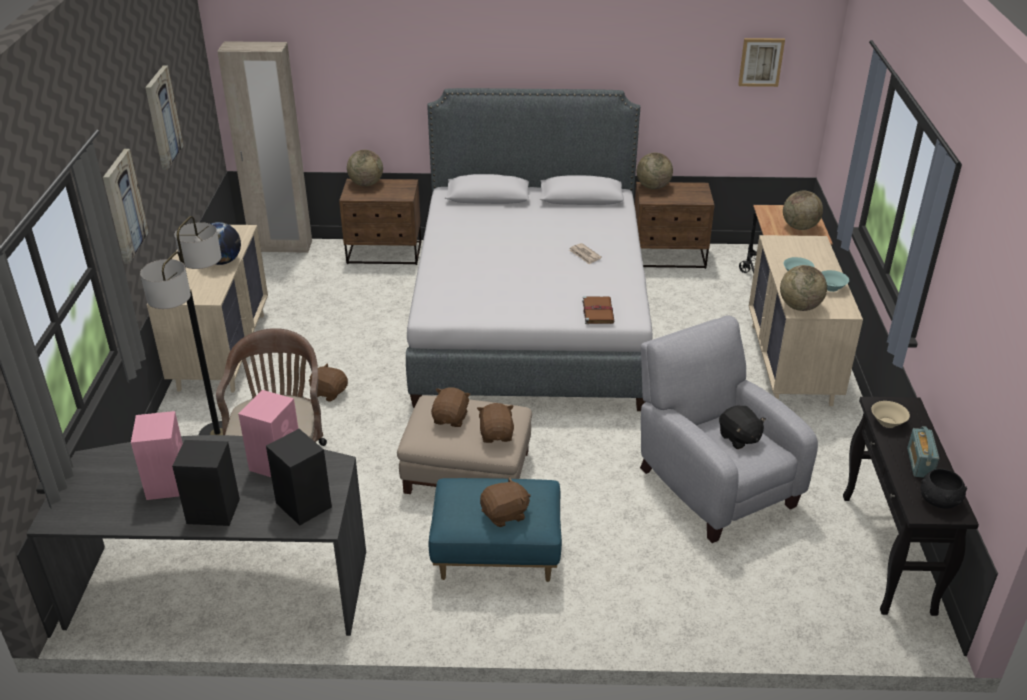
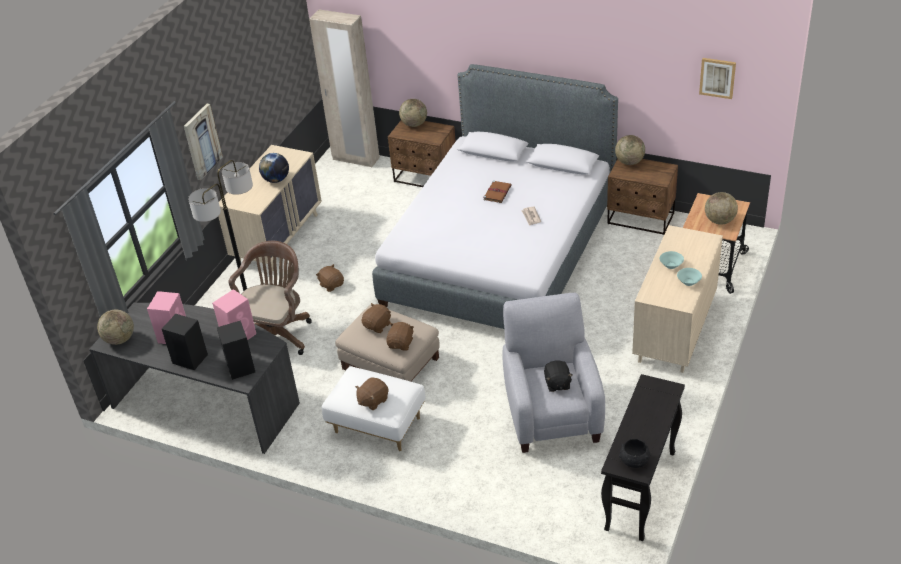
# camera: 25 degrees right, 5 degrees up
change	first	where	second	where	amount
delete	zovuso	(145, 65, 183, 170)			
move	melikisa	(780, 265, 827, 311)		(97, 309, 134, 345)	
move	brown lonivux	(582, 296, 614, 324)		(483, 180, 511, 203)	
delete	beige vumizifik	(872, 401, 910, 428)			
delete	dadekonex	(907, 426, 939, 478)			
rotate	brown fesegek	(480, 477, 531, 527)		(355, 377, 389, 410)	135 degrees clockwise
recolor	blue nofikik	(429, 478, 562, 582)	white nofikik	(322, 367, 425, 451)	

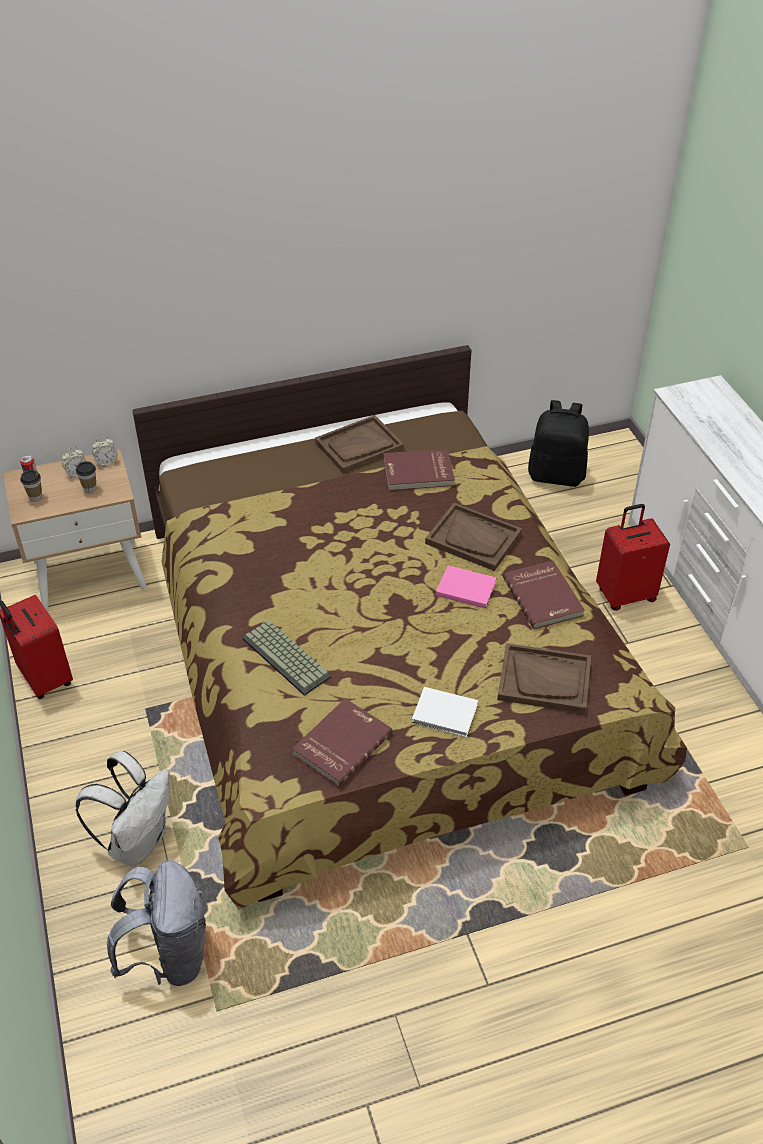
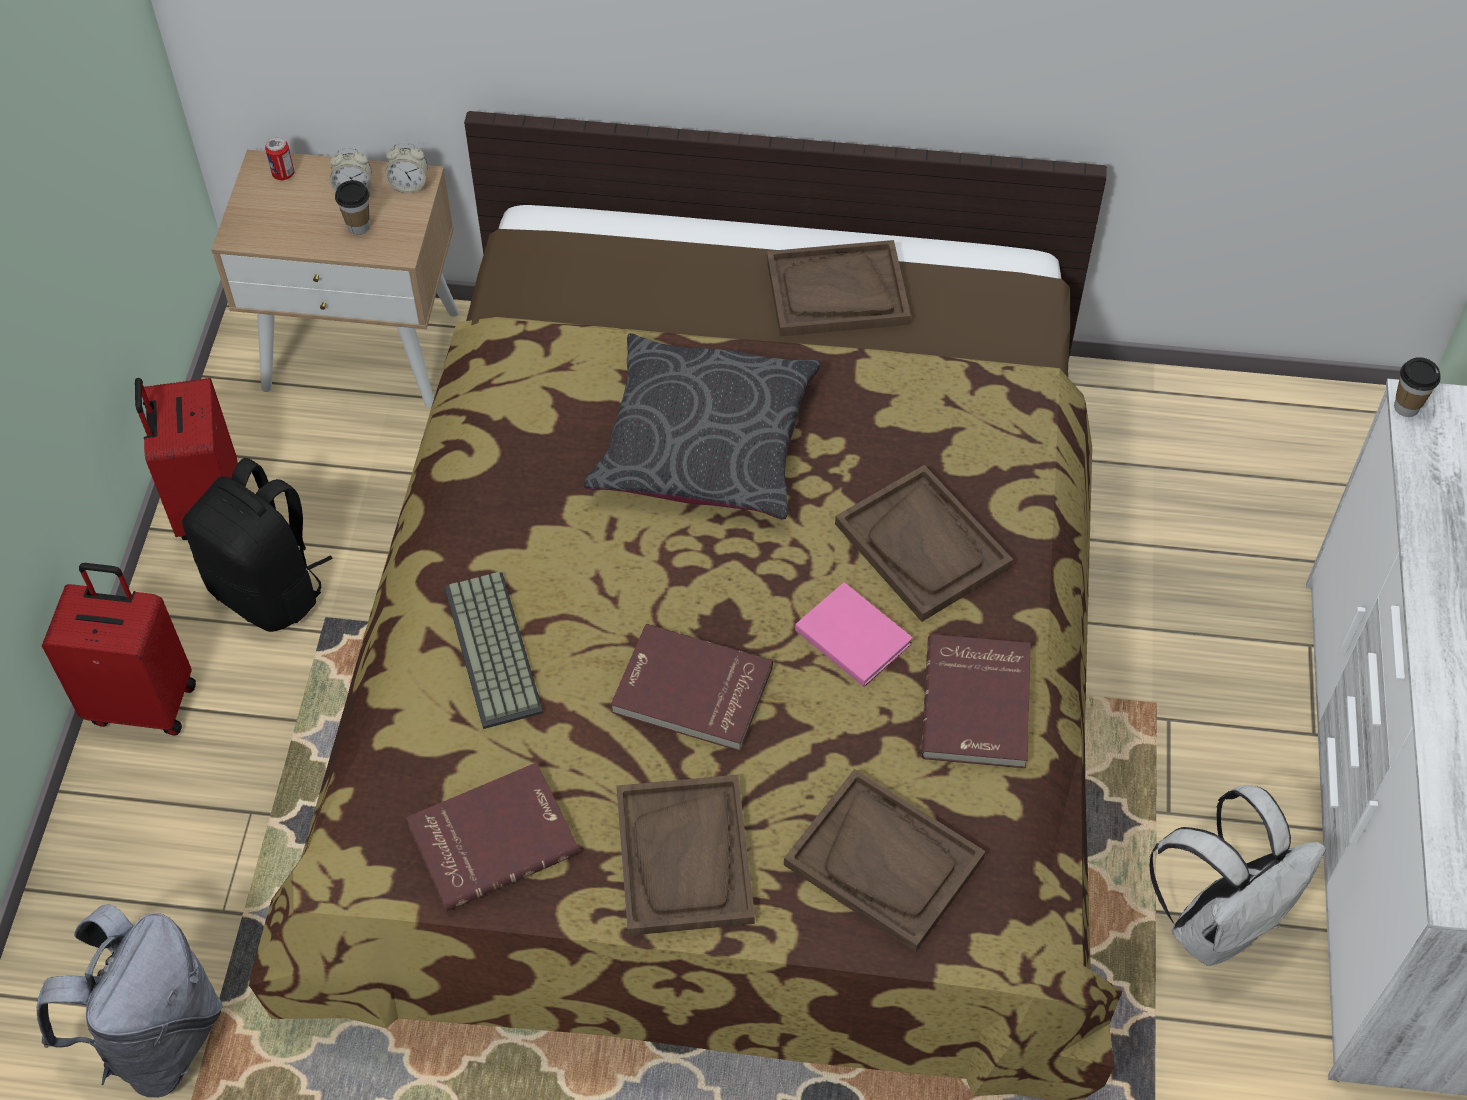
# camera: 25 degrees right, 10 degrees up
change	first	where	second	where	amount
move	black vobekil	(528, 400, 589, 487)		(182, 458, 333, 632)	
move	red lonivux	(383, 449, 455, 491)		(611, 624, 773, 751)	
move	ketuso	(20, 470, 42, 502)		(1394, 357, 1441, 417)	
move	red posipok	(596, 504, 670, 611)		(42, 563, 196, 736)	
replace	white lonivux	(412, 687, 478, 737)	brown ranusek	(616, 775, 755, 936)	
move	white vobekil	(75, 751, 170, 866)		(1150, 785, 1326, 966)	
insert			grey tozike	(584, 333, 821, 520)	

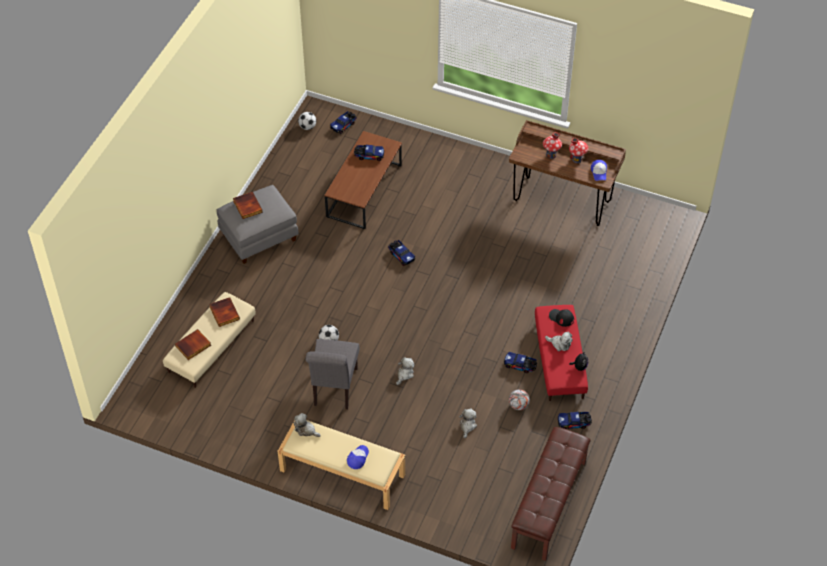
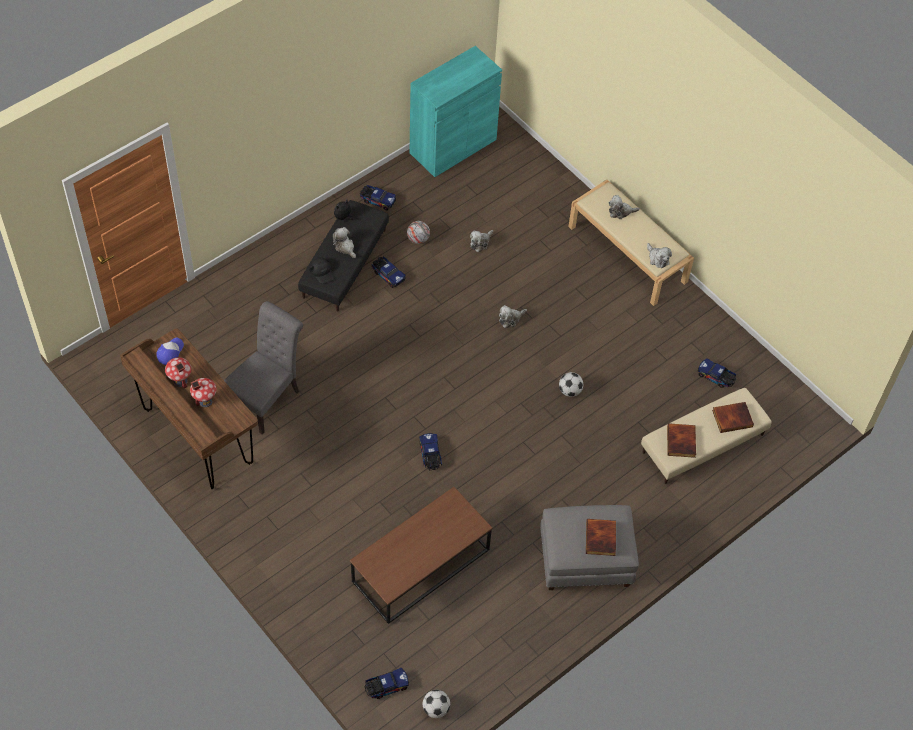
# camera: 155 degrees left, 5 degrees up
change	first	where	second	where	amount
move	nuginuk	(354, 145, 384, 161)		(698, 358, 736, 388)	
recolor	red nofikik	(535, 305, 588, 401)	black nofikik	(298, 200, 389, 311)	
move	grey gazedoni	(306, 339, 359, 409)		(224, 301, 303, 435)	
replace	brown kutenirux	(511, 427, 591, 561)	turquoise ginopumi	(410, 46, 502, 177)	
replace	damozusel	(347, 445, 369, 469)	fesegek	(609, 195, 640, 219)	

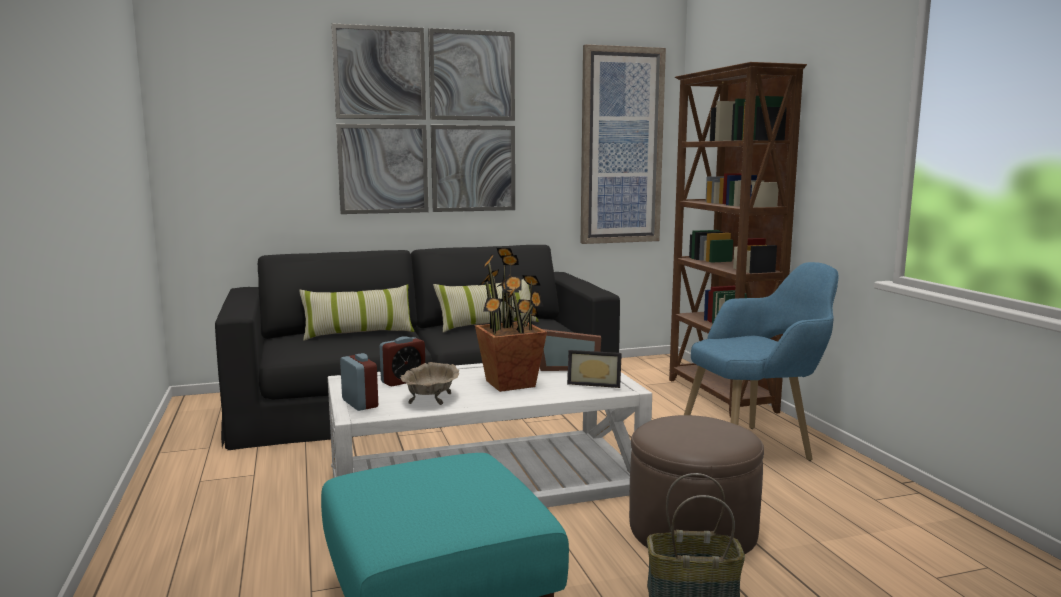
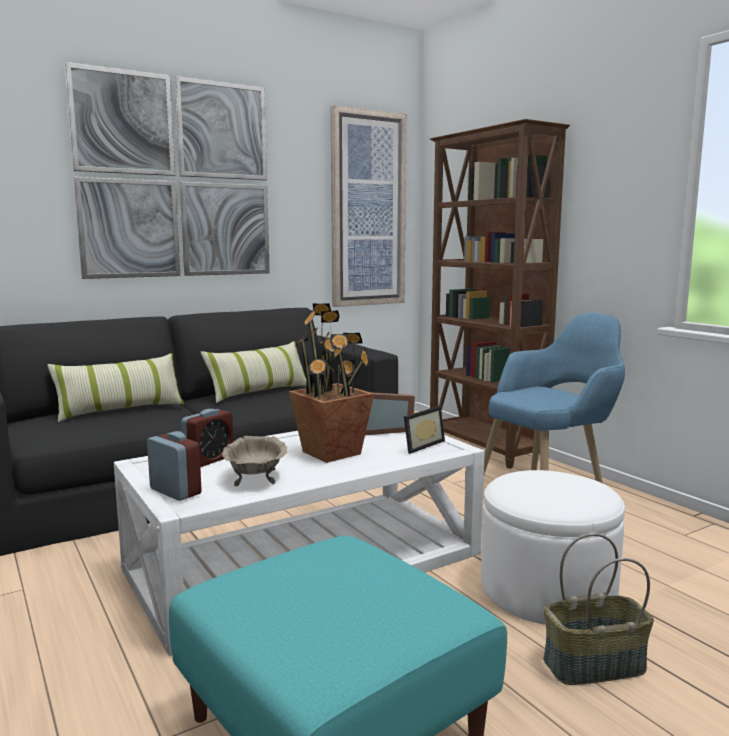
# camera: 15 degrees left, 0 degrees up
change	first	where	second	where	amount
rotate	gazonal	(567, 350, 622, 388)		(404, 406, 445, 454)	45 degrees counterclockwise
recolor	brown nofikik	(629, 415, 764, 554)	white nofikik	(481, 470, 625, 625)	

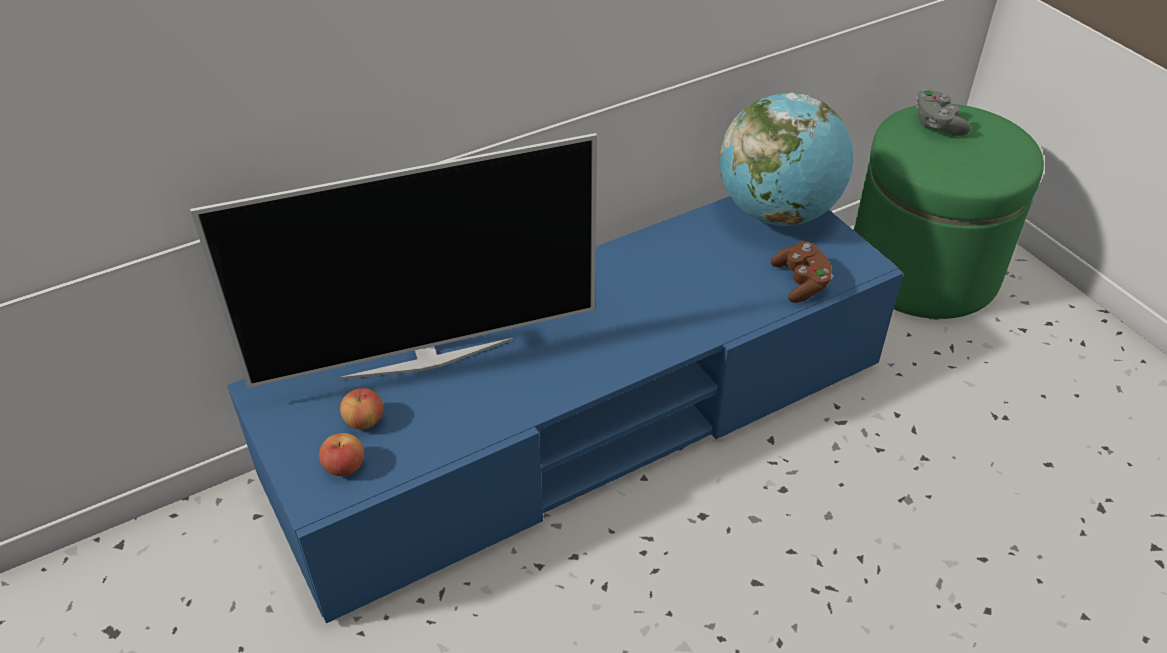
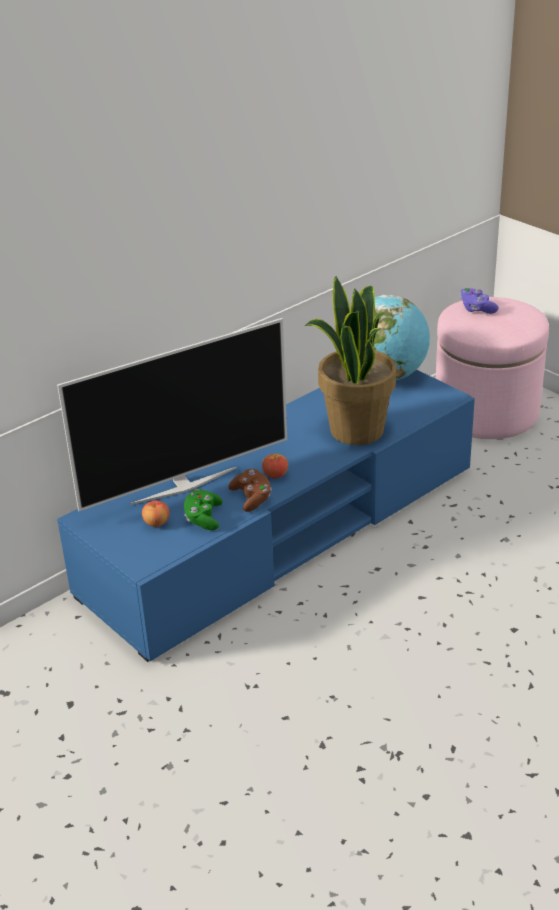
# camera: 10 degrees left, 10 degrees down
change	first	where	second	where	amount
recolor	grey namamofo	(916, 89, 971, 136)	purple namamofo	(460, 288, 499, 314)	
recolor	green nofikik	(854, 104, 1044, 319)	pink nofikik	(436, 297, 549, 439)	
move	brown namamofo	(771, 241, 833, 303)		(228, 469, 272, 512)	
move	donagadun	(319, 433, 364, 476)		(262, 454, 288, 478)	
insert			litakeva	(305, 276, 396, 445)	
insert			green namamofo	(184, 489, 223, 530)	

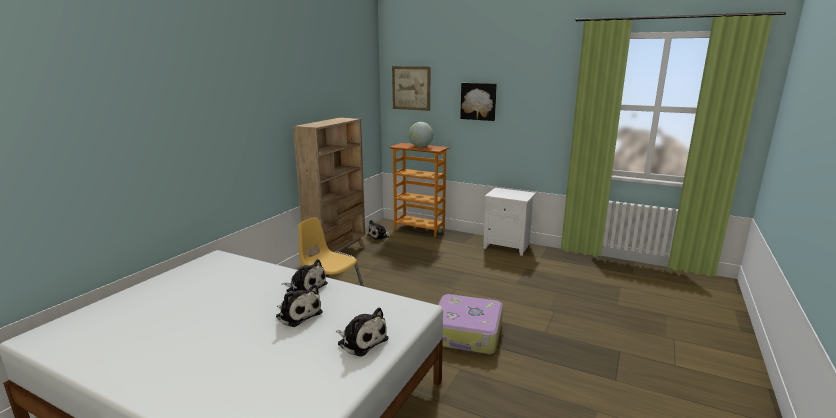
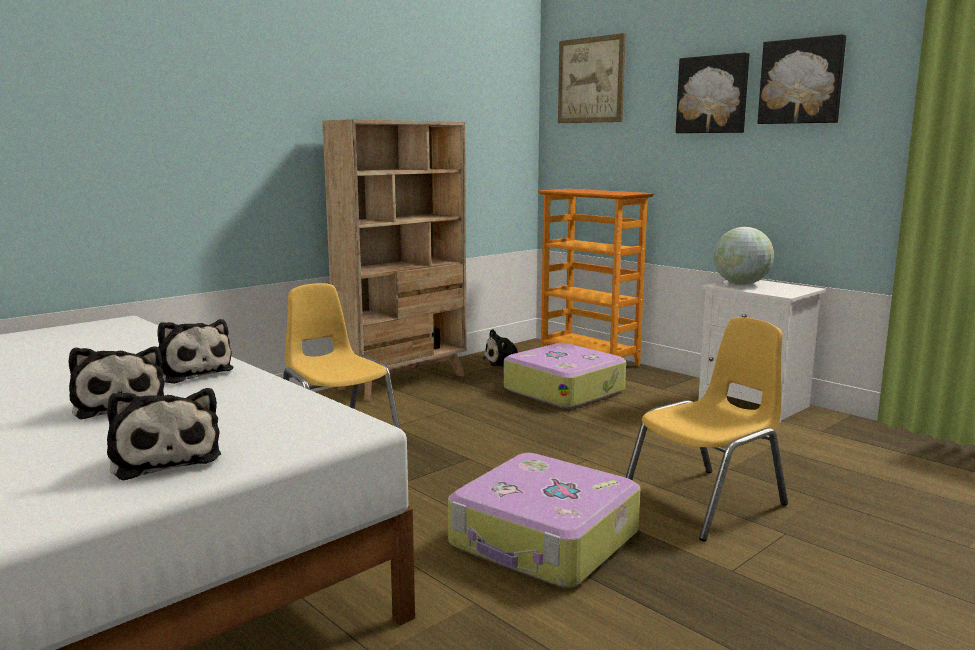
# camera: 20 degrees right, 5 degrees down
change	first	where	second	where	amount
move	melikisa	(408, 122, 433, 147)		(714, 227, 774, 285)	
insert			zovuso	(758, 34, 846, 124)	
insert			yellow gazedoni	(626, 317, 788, 541)	
insert			posipok	(504, 343, 626, 409)	

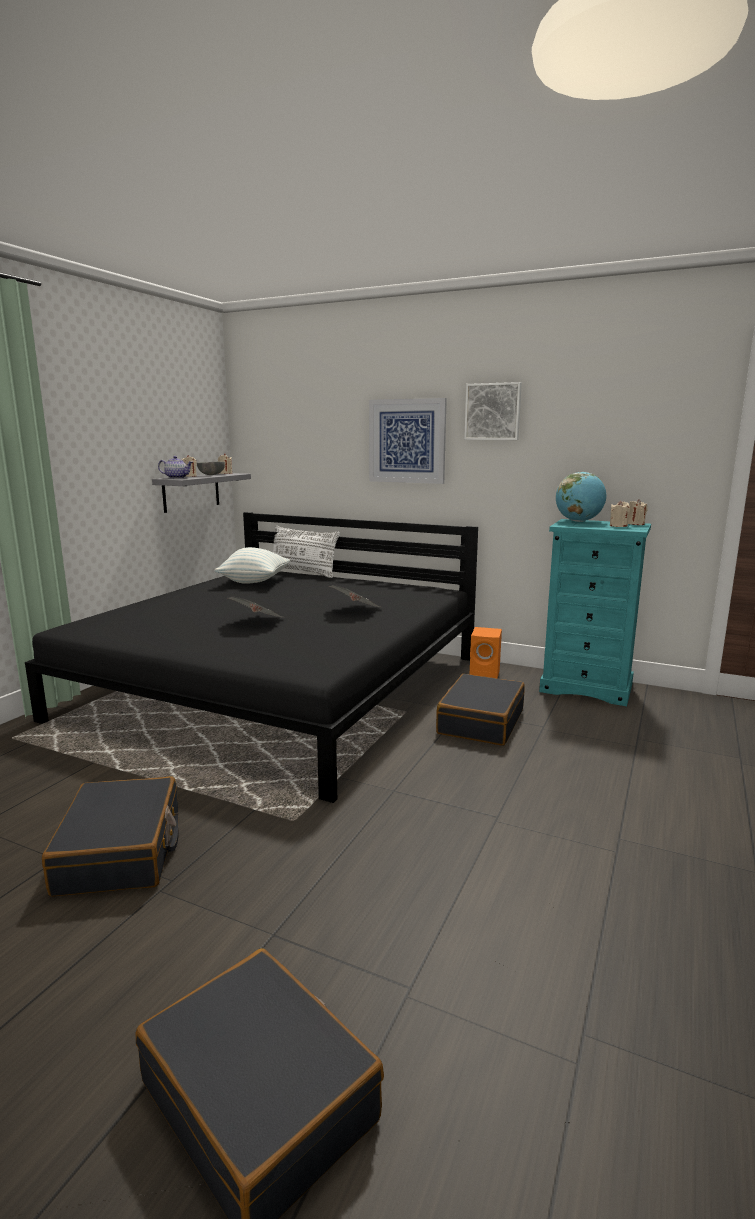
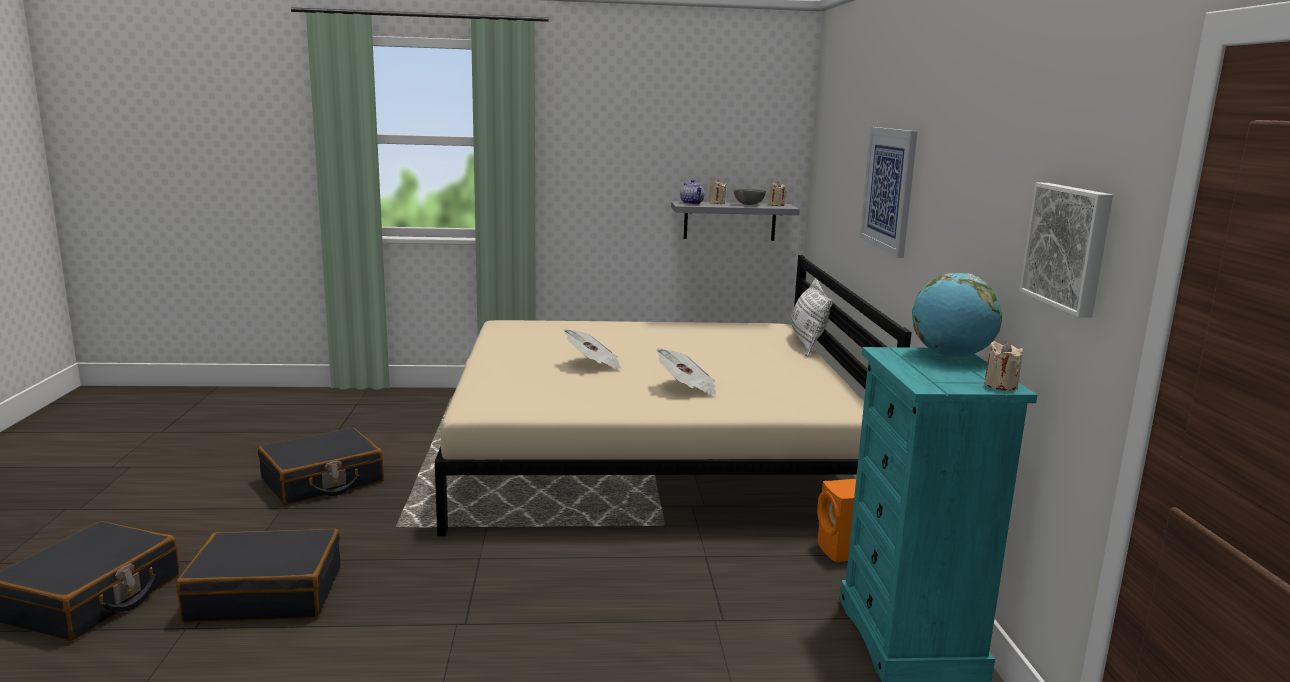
# camera: 60 degrees right, 0 degrees up
change	first	where	second	where	amount
move	zovuso	(464, 382, 522, 440)		(1019, 182, 1113, 318)	
delete	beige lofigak	(610, 500, 630, 527)			
recolor	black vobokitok	(25, 512, 478, 803)	beige vobokitok	(435, 255, 912, 536)	
delete	tozike	(215, 547, 290, 584)			
move	black posipok	(436, 674, 525, 746)		(176, 529, 341, 623)	

